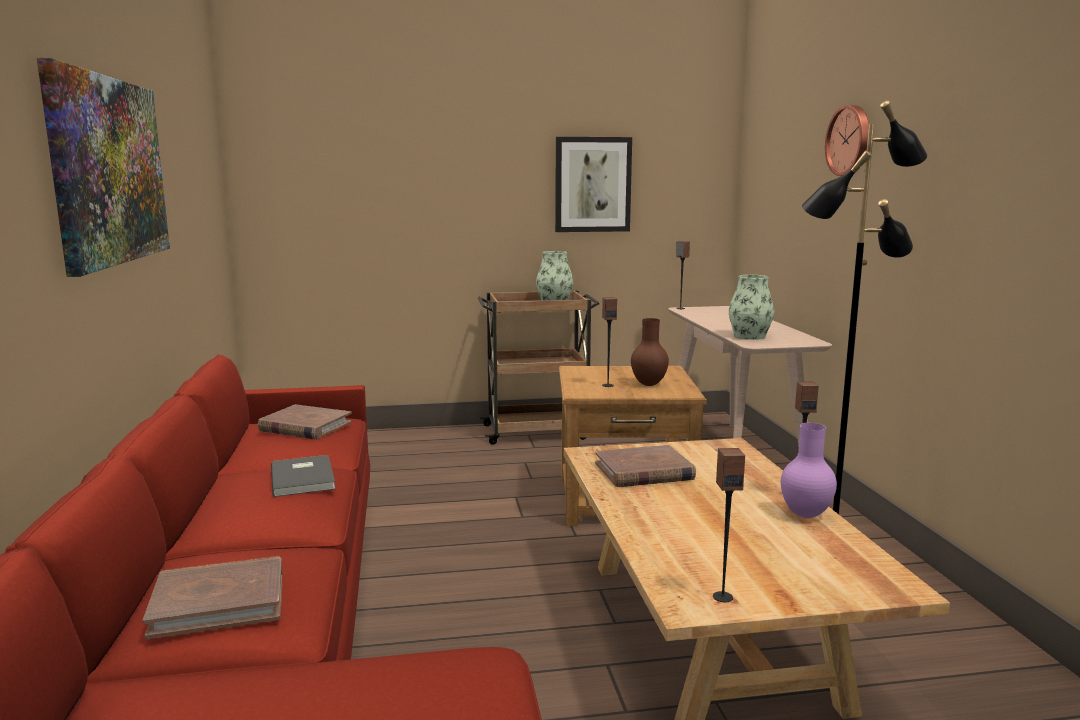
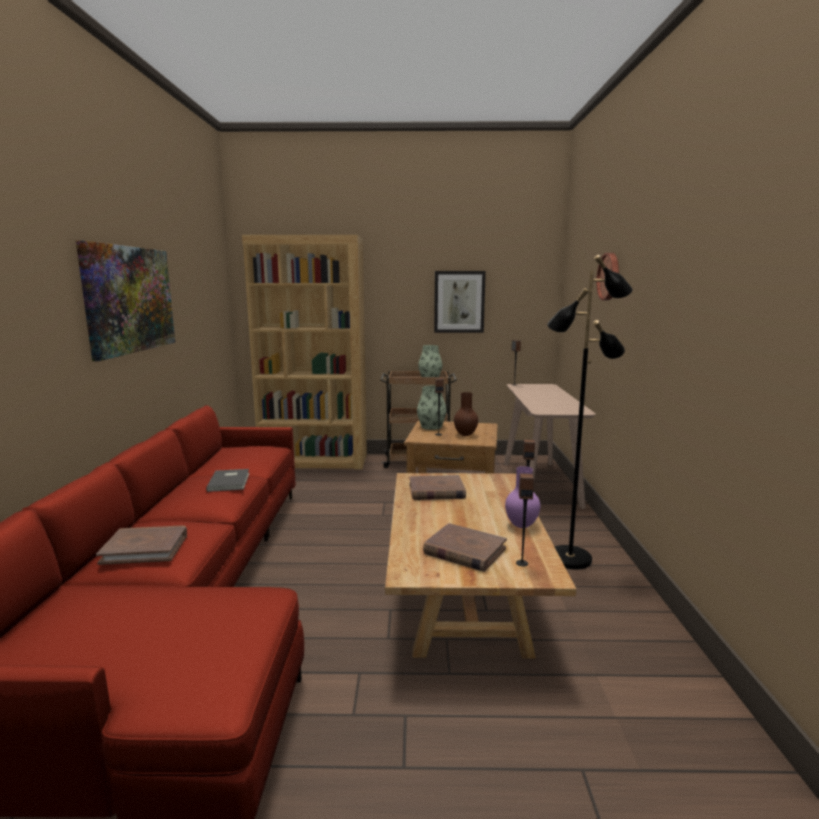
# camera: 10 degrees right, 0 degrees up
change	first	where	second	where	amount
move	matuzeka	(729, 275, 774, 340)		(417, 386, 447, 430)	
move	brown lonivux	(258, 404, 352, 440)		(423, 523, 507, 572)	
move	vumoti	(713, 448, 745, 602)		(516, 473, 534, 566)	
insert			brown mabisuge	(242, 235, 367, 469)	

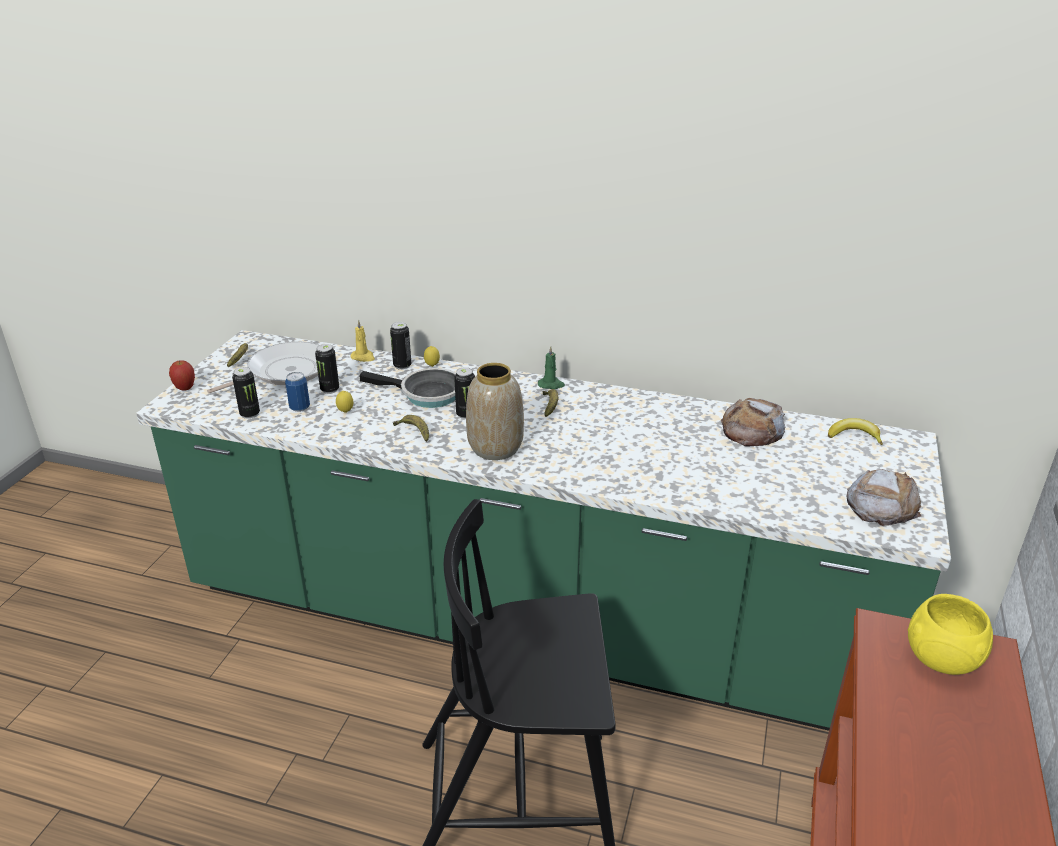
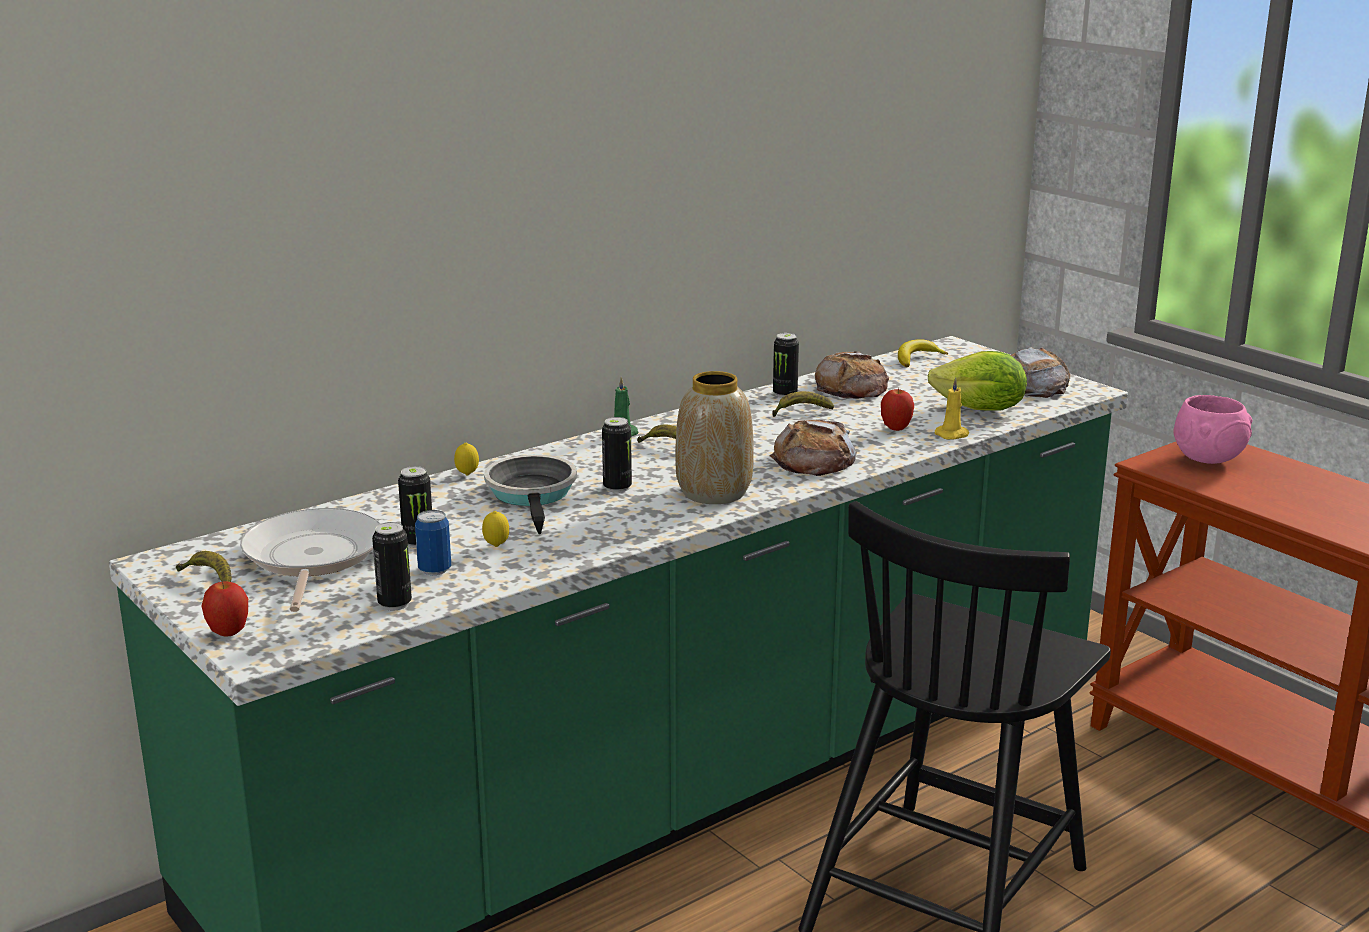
# camera: 55 degrees left, 10 degrees down
change	first	where	second	where	amount
move	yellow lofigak	(351, 320, 375, 362)		(934, 377, 969, 440)	
move	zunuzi	(390, 322, 411, 370)		(773, 333, 799, 398)	
rotate	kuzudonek	(360, 368, 456, 408)		(484, 455, 577, 534)	60 degrees counterclockwise
move	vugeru	(393, 415, 429, 442)		(772, 391, 834, 417)	
recolor	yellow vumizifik	(908, 594, 993, 675)	pink vumizifik	(1173, 395, 1253, 464)	
insert			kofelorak	(928, 351, 1027, 411)	
insert			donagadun	(881, 387, 914, 431)	
insert			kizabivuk	(769, 419, 857, 476)	

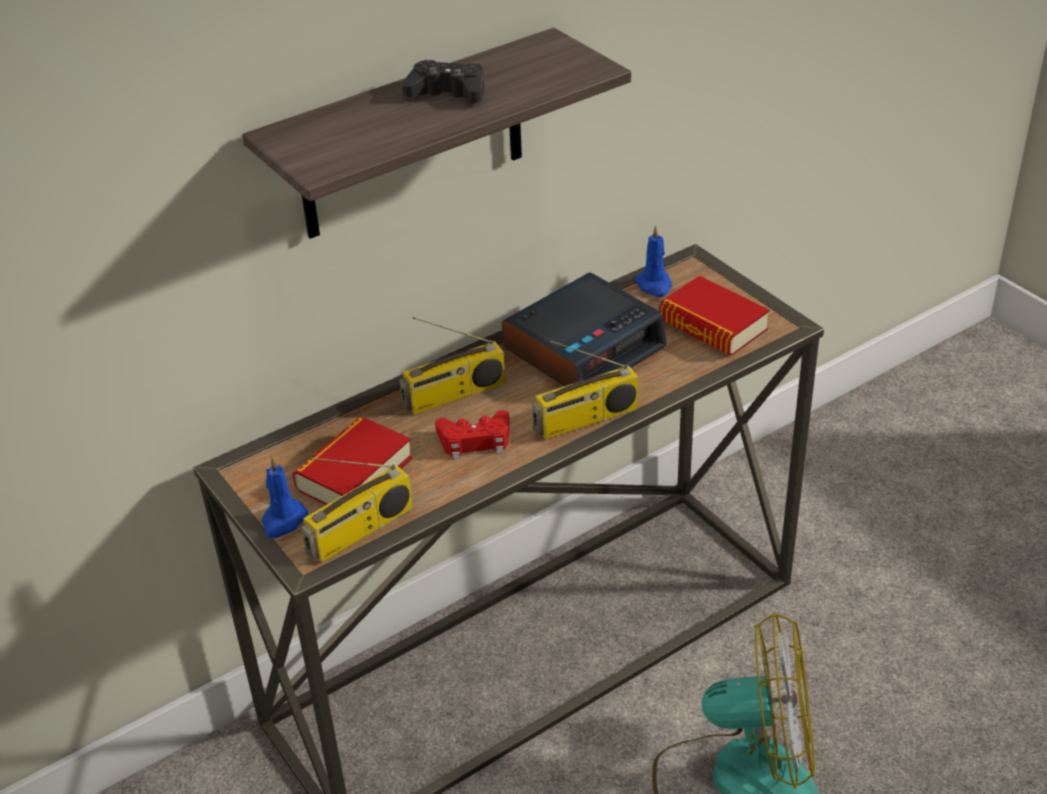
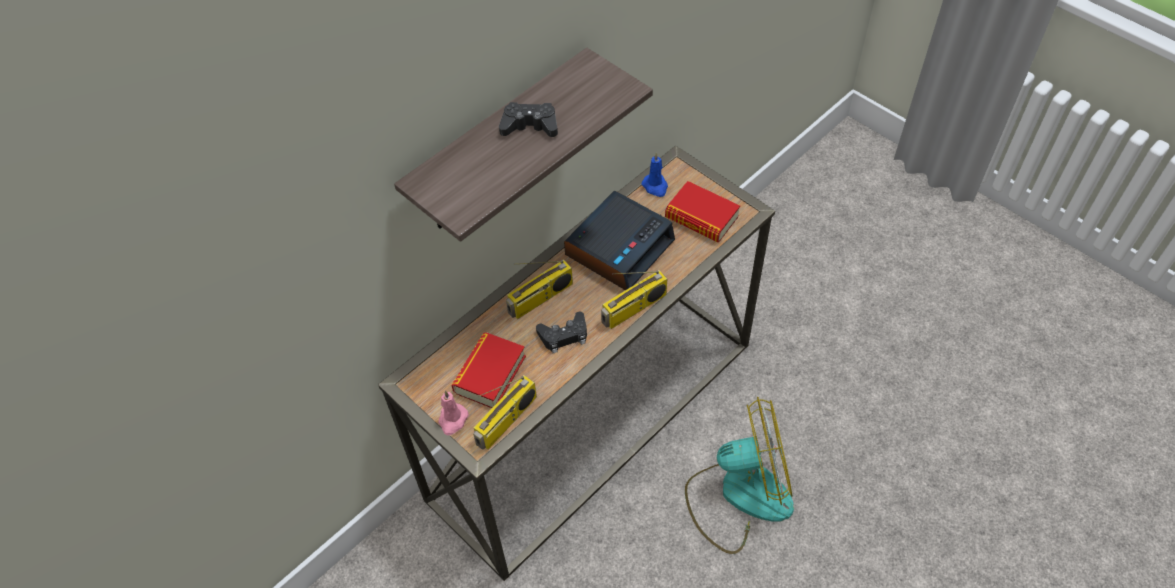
# camera: 10 degrees left, 15 degrees up
change	first	where	second	where	amount
recolor	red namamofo	(435, 410, 510, 460)	black namamofo	(536, 311, 587, 353)	
recolor	blue lofigak	(261, 457, 308, 538)	pink lofigak	(438, 390, 469, 435)	

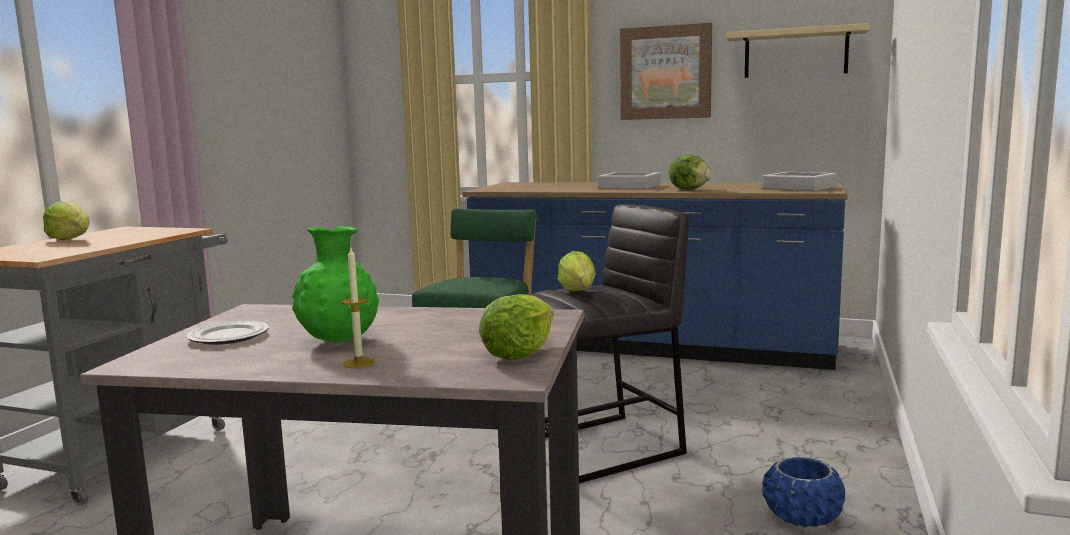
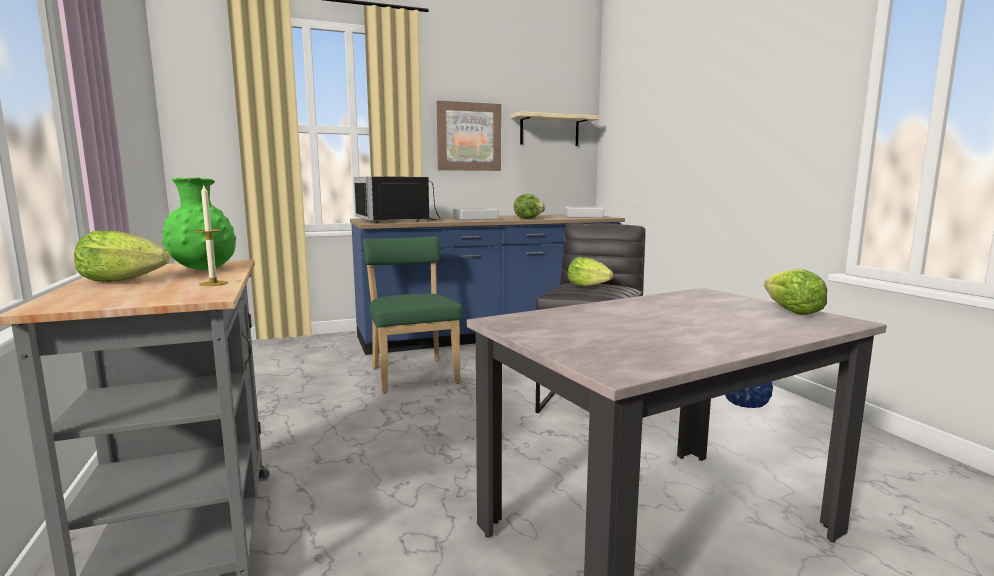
# camera: 40 degrees left, 0 degrees up
change	first	where	second	where	amount
move	green matuzeka	(292, 226, 379, 343)		(161, 178, 236, 270)	
move	lofigak	(341, 248, 375, 368)		(195, 185, 228, 286)	
delete	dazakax	(186, 321, 269, 345)			
insert			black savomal	(354, 176, 441, 223)	

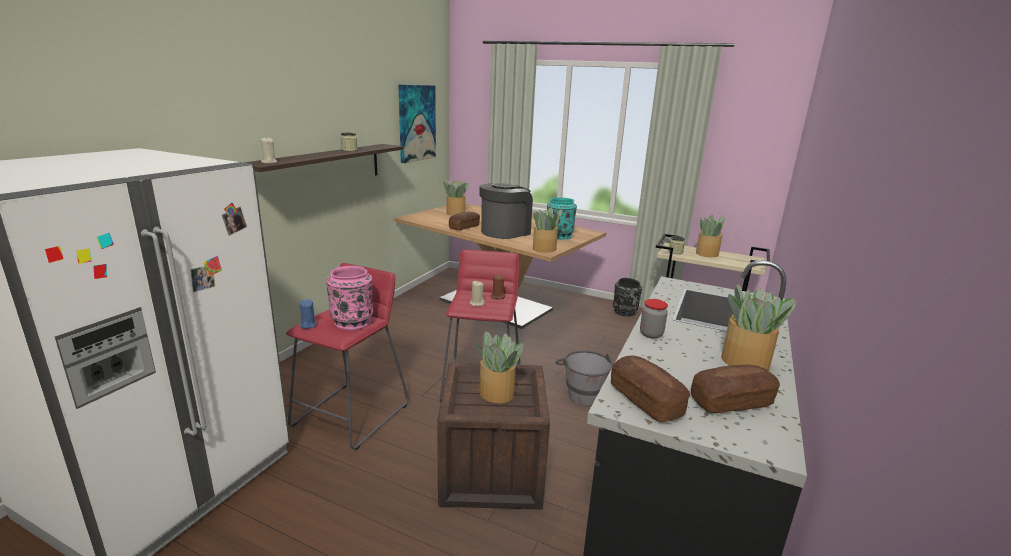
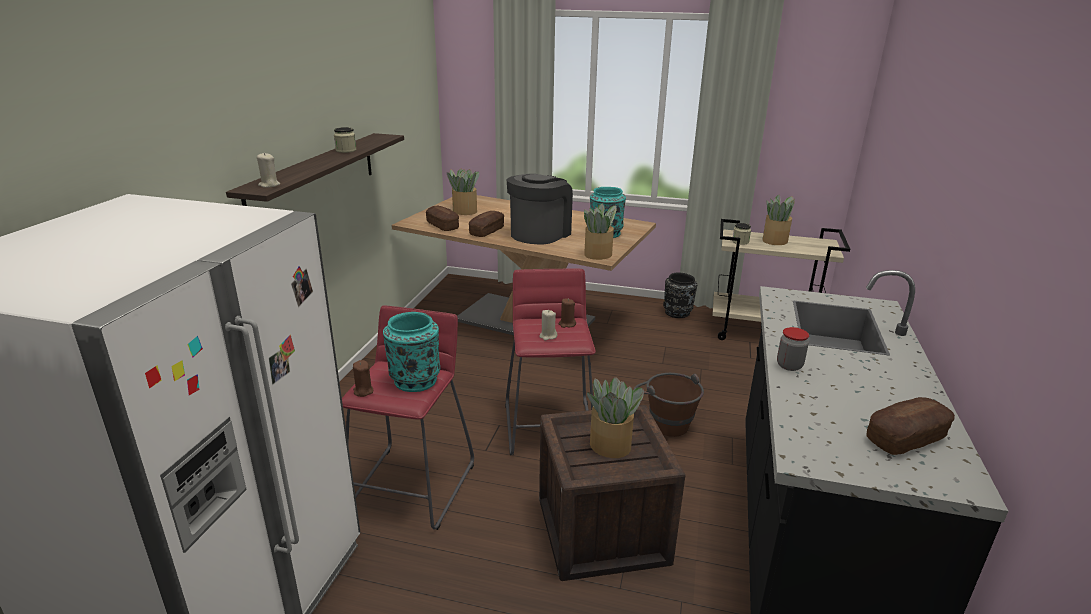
# camera: 10 degrees left, 5 degrees up
change	first	where	second	where	amount
delete	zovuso	(398, 85, 436, 163)			
recolor	pink matuzeka	(326, 266, 373, 330)	turquoise matuzeka	(383, 312, 440, 392)	
delete	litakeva	(721, 284, 796, 371)			
recolor	blue lofigak	(300, 299, 317, 329)	brown lofigak	(353, 360, 373, 397)	
recolor	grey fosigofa	(555, 350, 613, 406)	brown fosigofa	(634, 373, 704, 437)	
move	kizabivuk	(611, 356, 690, 422)		(426, 206, 459, 231)	

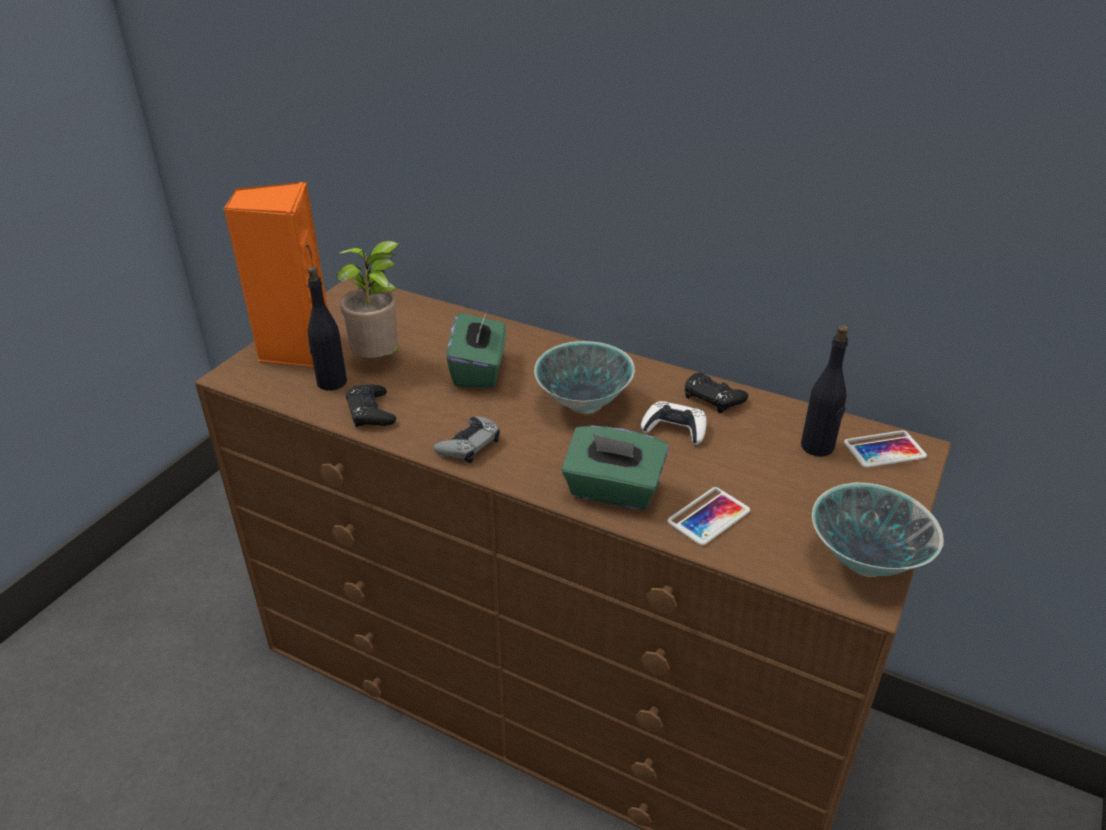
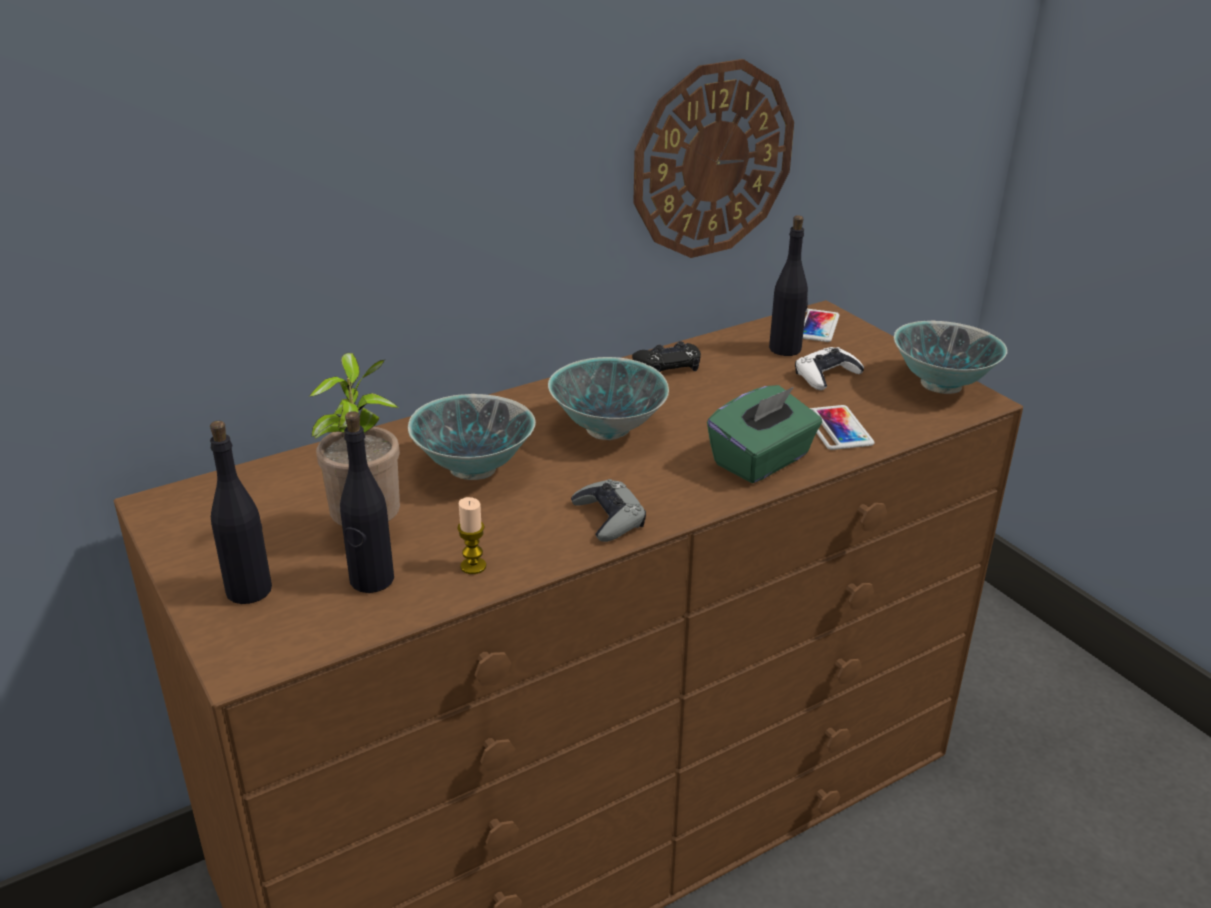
# camera: 60 degrees left, 5 degrees down
change	first	where	second	where	amount
replace	orange vumoti	(224, 182, 328, 367)	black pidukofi	(210, 421, 272, 604)	
replace	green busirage	(447, 309, 506, 388)	vumizifik	(408, 394, 536, 480)	
replace	black namamofo	(345, 384, 396, 428)	lofigak	(457, 497, 486, 574)	
move	white namamofo	(641, 401, 706, 445)		(795, 347, 864, 390)	
insert			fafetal	(633, 59, 794, 258)	

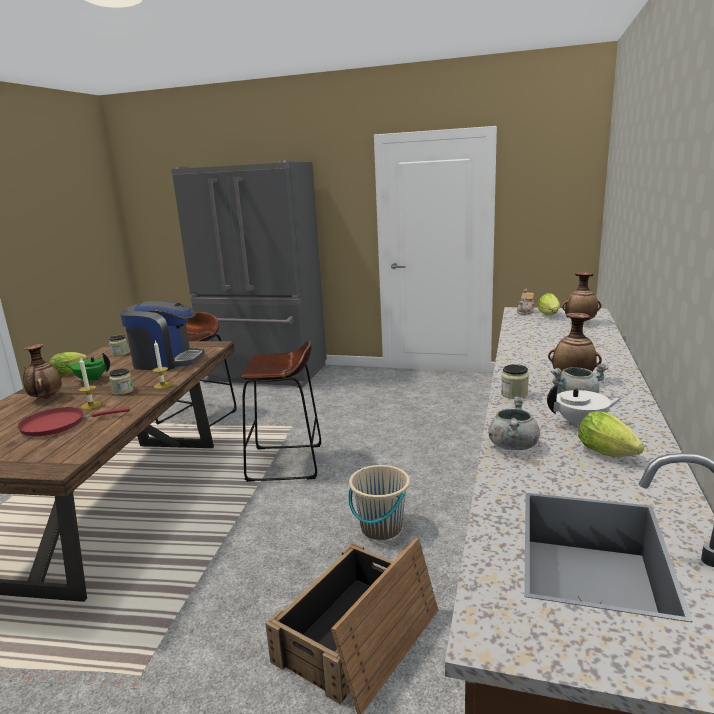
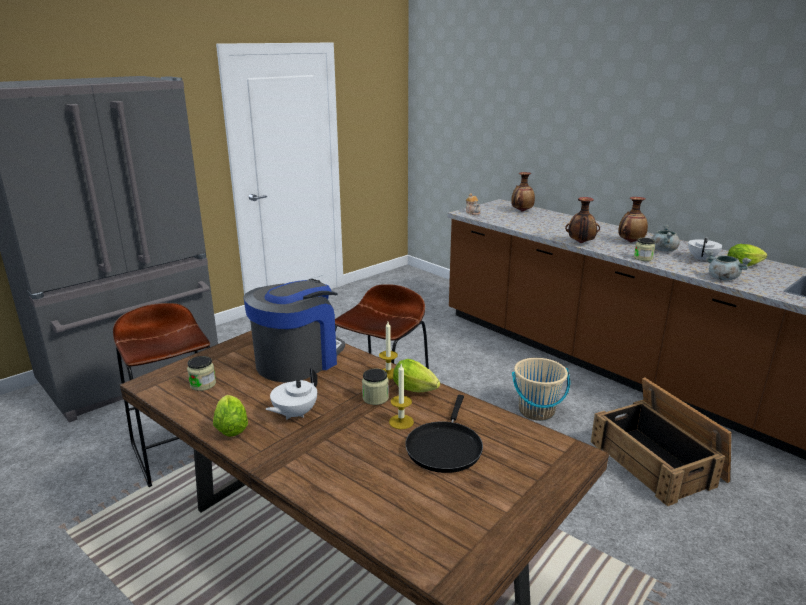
# camera: 60 degrees left, 5 degrees up
change	first	where	second	where	amount
move	kofelorak	(538, 293, 560, 315)		(393, 359, 440, 392)	
move	matuzeka	(23, 344, 62, 399)		(565, 197, 600, 243)	
recolor	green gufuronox	(65, 353, 110, 382)	white gufuronox	(266, 369, 318, 420)	
recolor	red kuzudonek	(17, 407, 130, 436)	black kuzudonek	(405, 395, 483, 473)	

